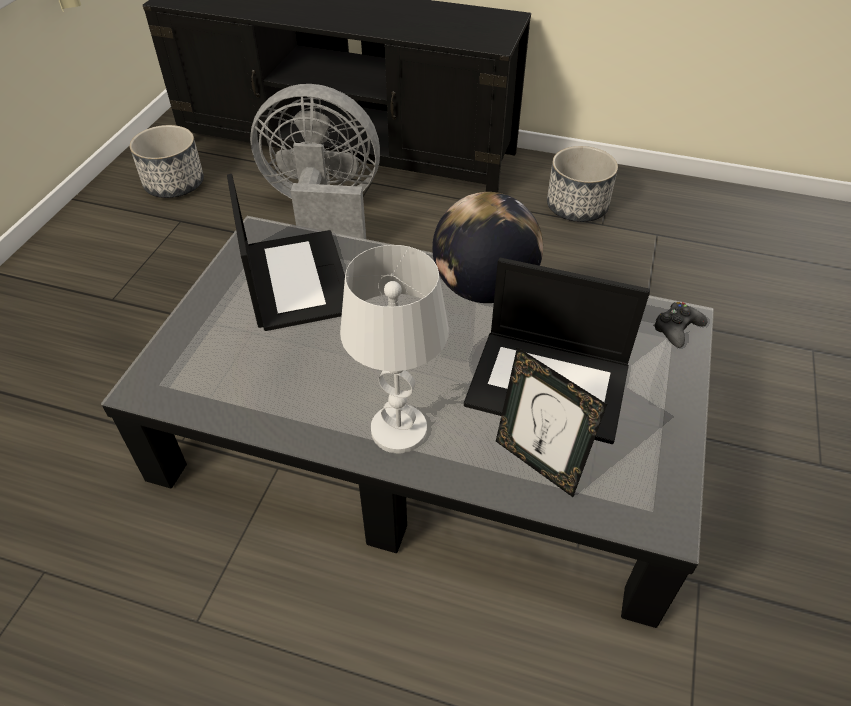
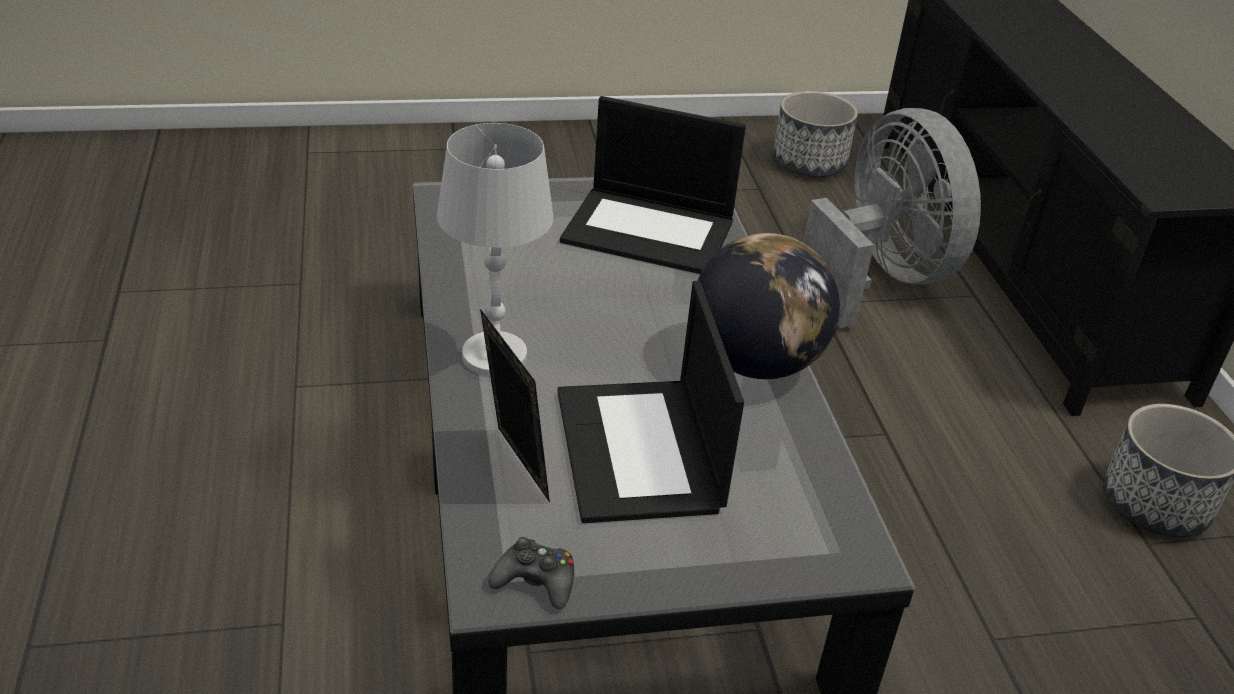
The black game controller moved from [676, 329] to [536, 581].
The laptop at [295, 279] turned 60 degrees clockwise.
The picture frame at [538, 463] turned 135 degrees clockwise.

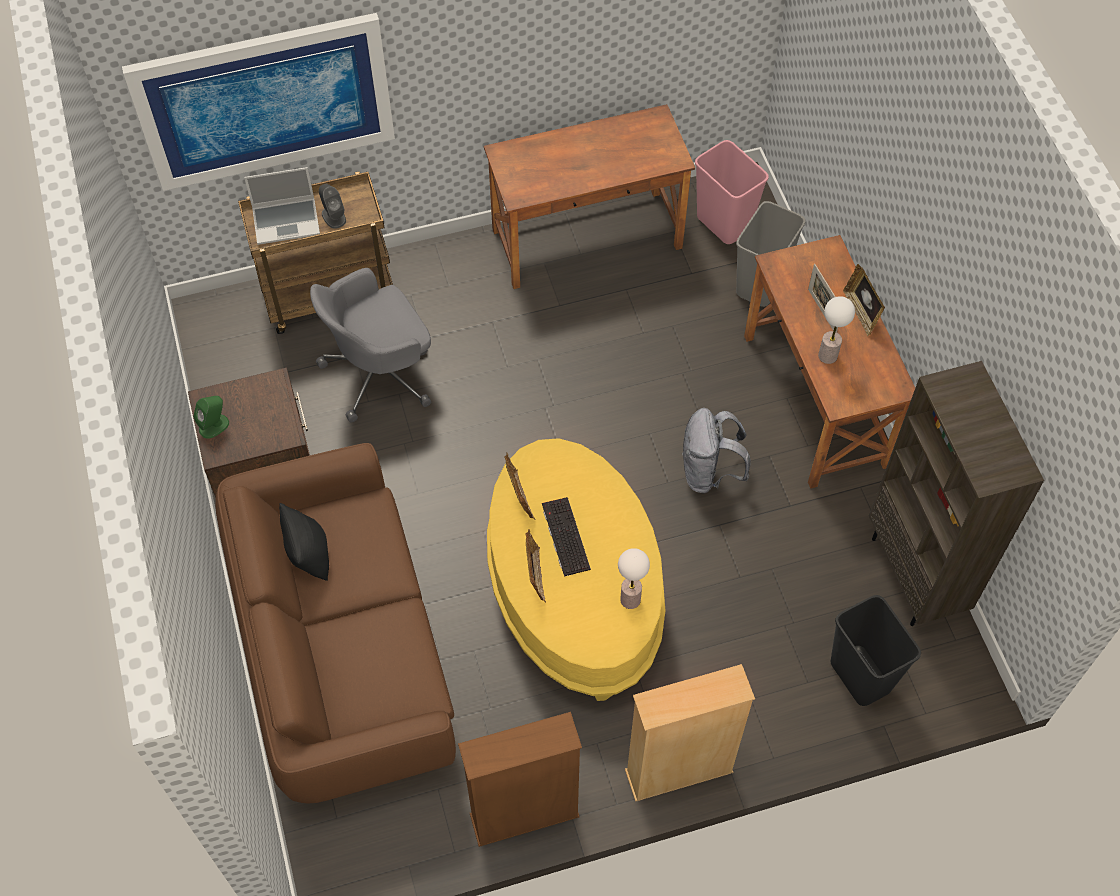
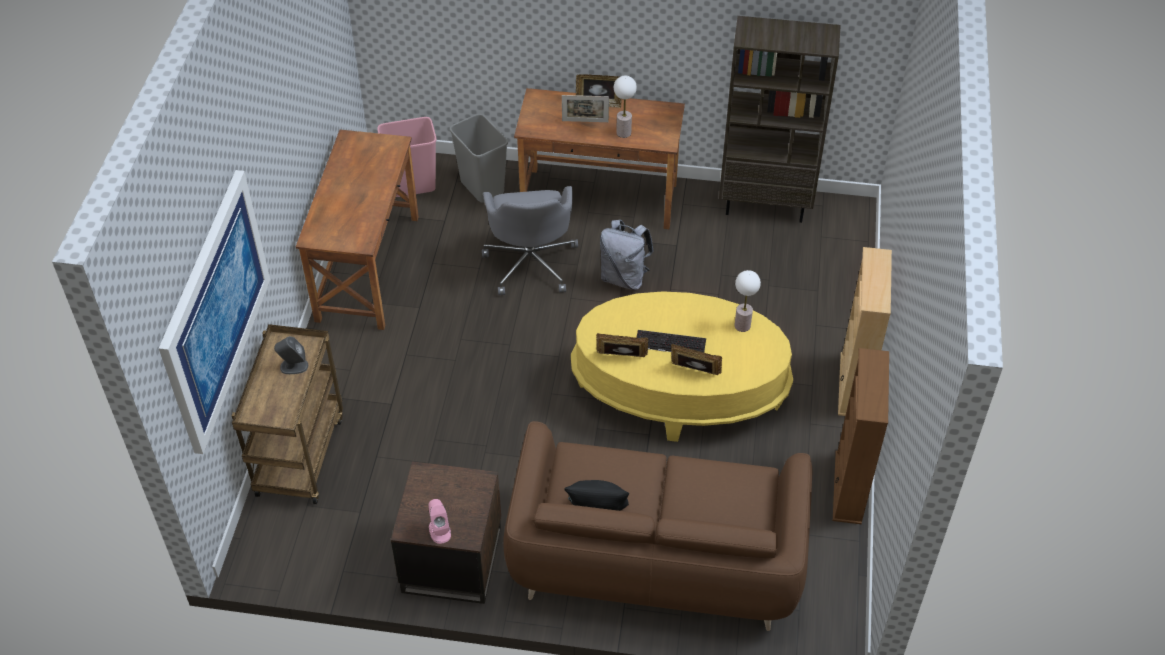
The laptop at [287, 221] disappeared.
The black trash can at [859, 675] disappeared.
The grey office chair moved from [381, 373] to [531, 262].
The green speaker at [214, 426] became the pink speaker at [439, 530].

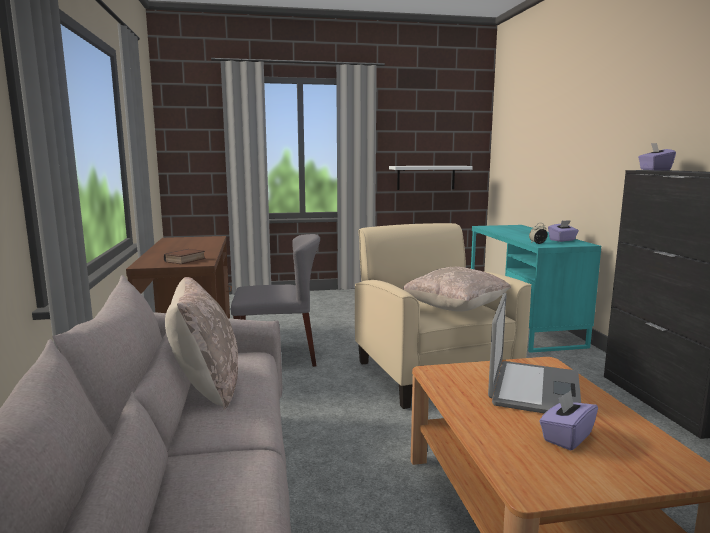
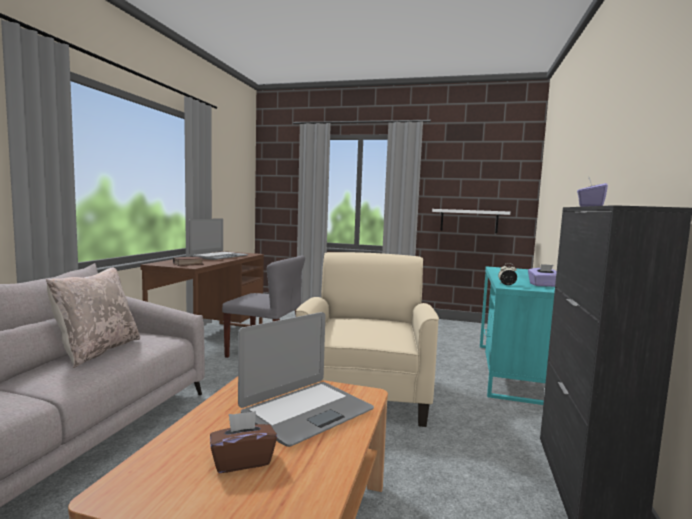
The beige pillow at [455, 309] disappeared.
The laptop at [219, 256] appeared.
The purple tissue box at [566, 437] became the brown tissue box at [242, 461].

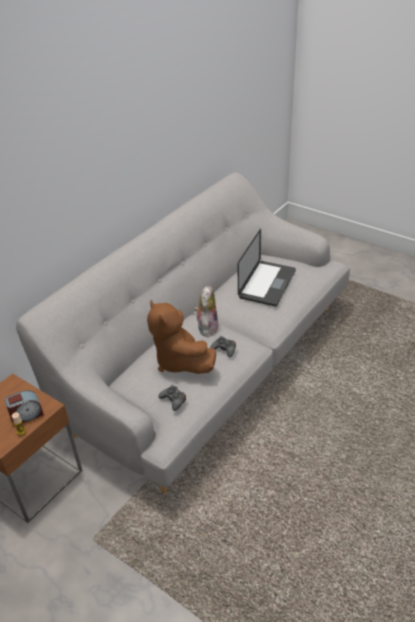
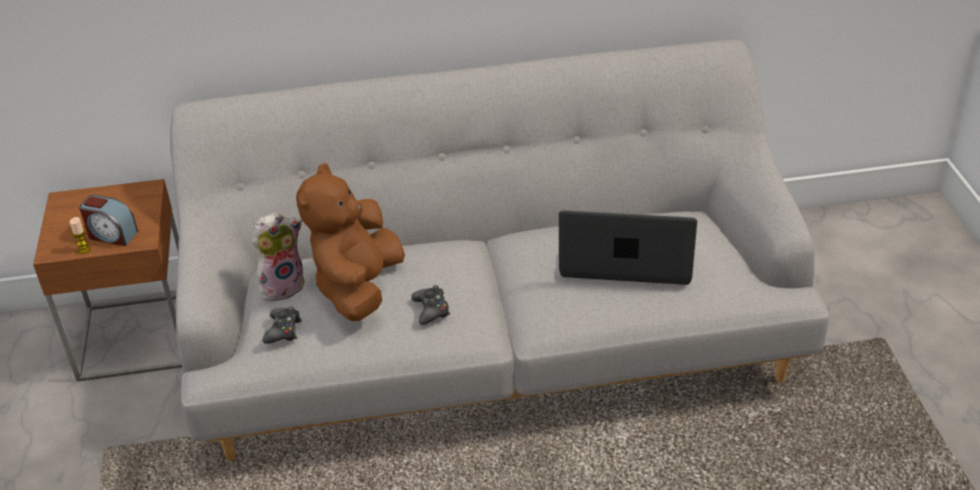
The plush toy moved from [207, 328] to [283, 286].
The laptop at [267, 284] turned 150 degrees counterclockwise.

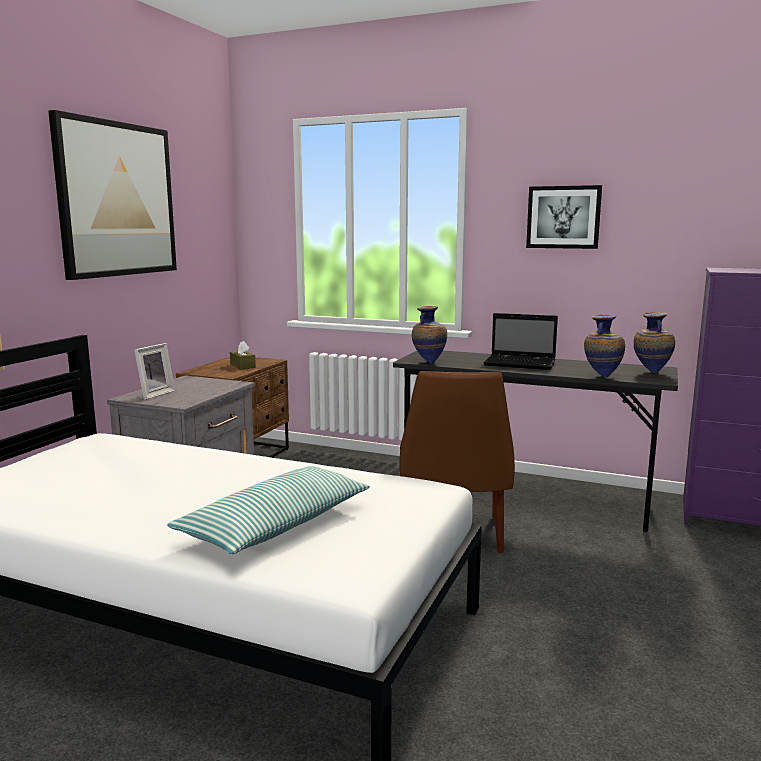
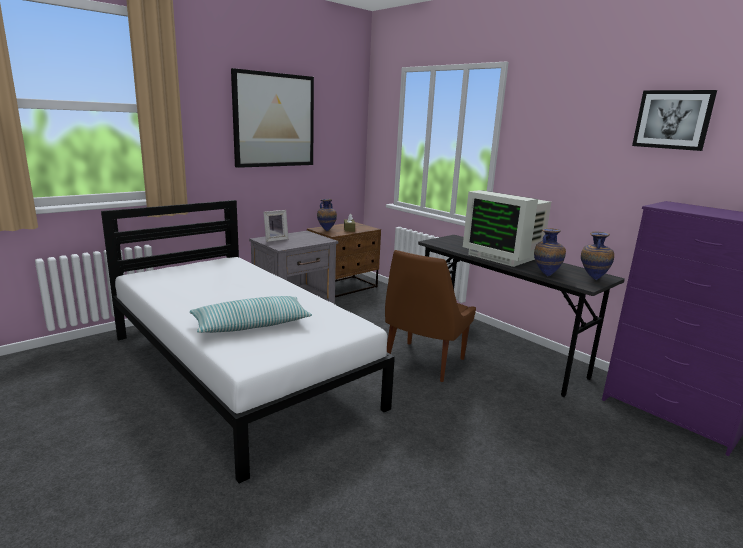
The vase moved from [428, 362] to [326, 230].
The picture moved from [563, 217] to [673, 119].
The laptop at [521, 364] was replaced by the monitor at [504, 256].

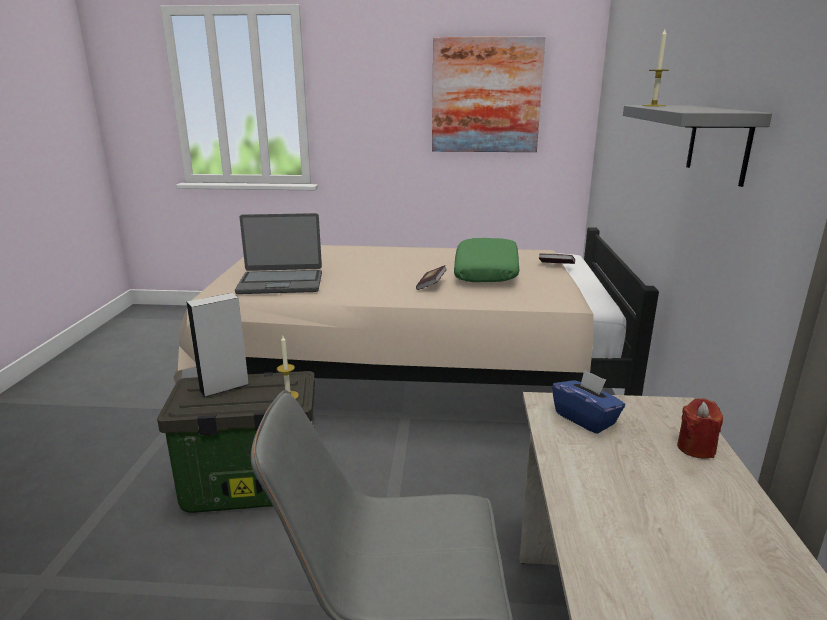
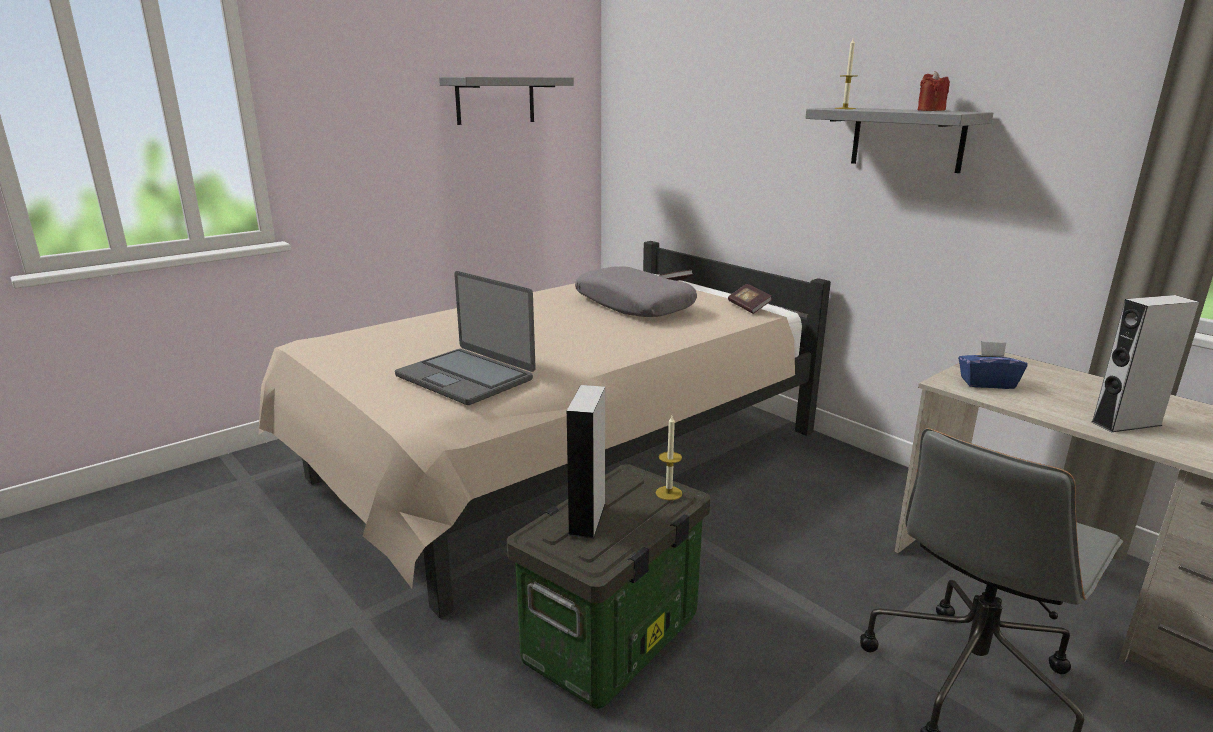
The grey speaker at [1126, 423] appeared.
The book moved from [431, 285] to [749, 307].
The red candle moved from [696, 448] to [930, 110].
The picture at [486, 96] was replaced by the grey shelf at [495, 100].
The green pillow at [487, 271] became the grey pillow at [634, 305].
The laptop at [281, 283] turned 90 degrees clockwise.

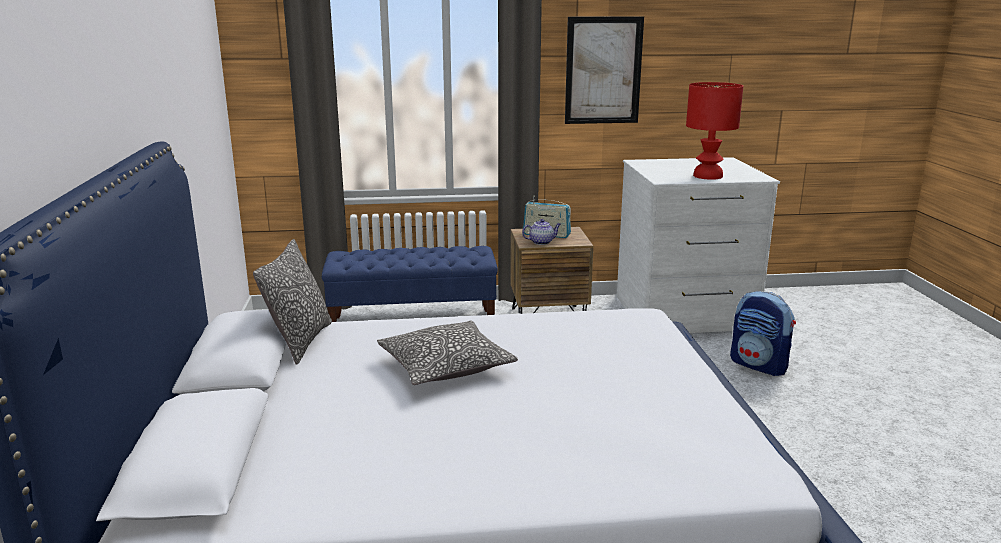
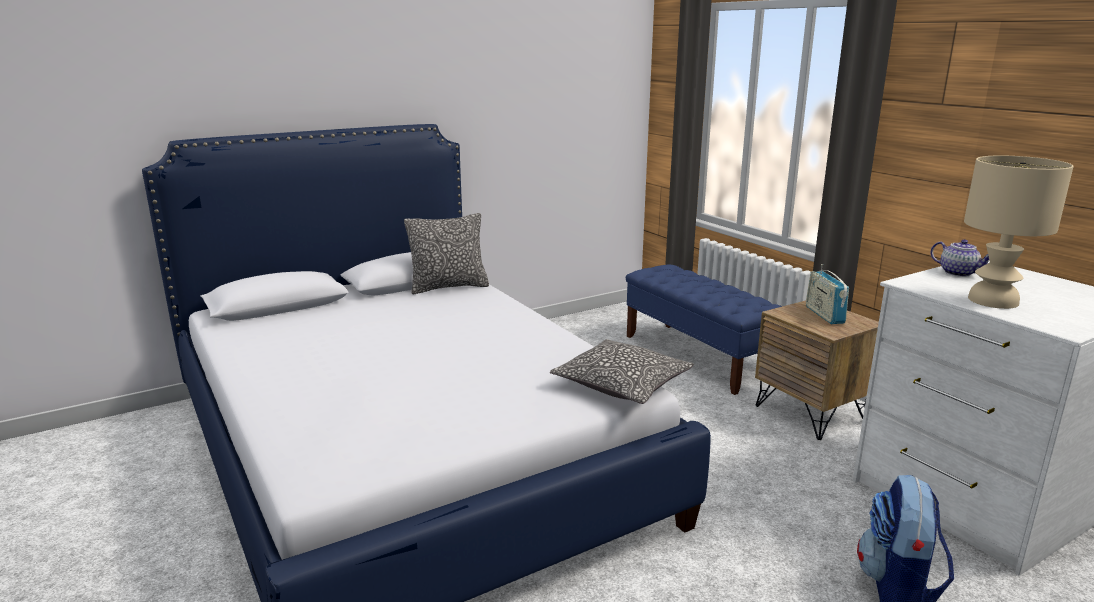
The picture at [603, 70] disappeared.
The pillow moved from [446, 366] to [622, 384].
The teapot moved from [542, 242] to [959, 273].
The red table lamp at [707, 176] became the beige table lamp at [992, 300].

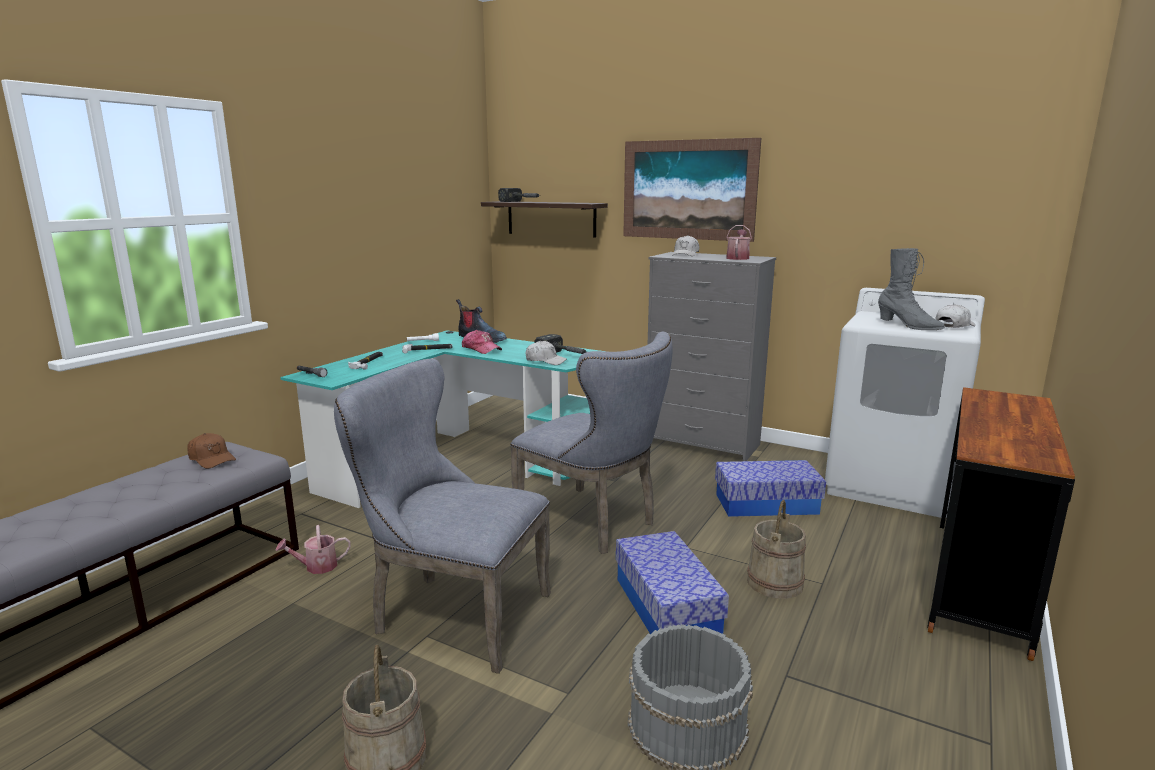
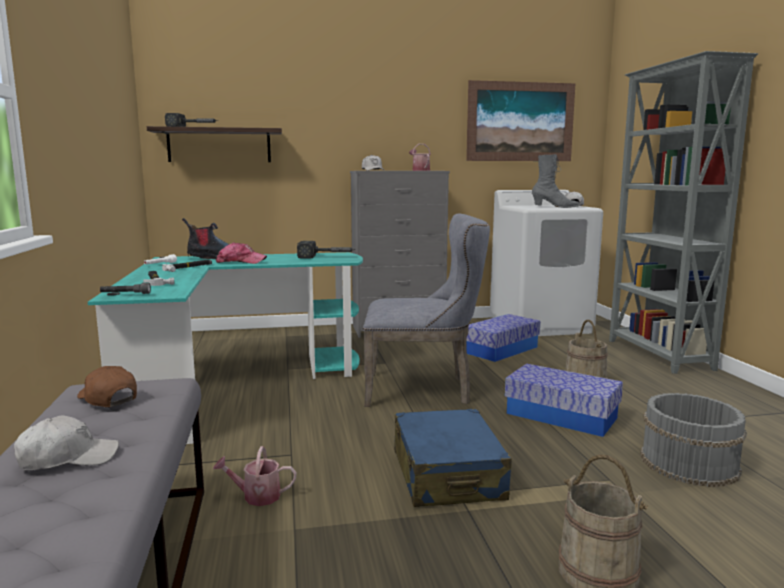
The white cap moved from [545, 361] to [68, 458].
The picture moved from [688, 190] to [520, 122].
The grey chair at [451, 614] was replaced by the blue suitcase at [447, 475].
The brown desk at [979, 583] was replaced by the grey bookcase at [658, 355].
The brown cap at [212, 459] turned 135 degrees counterclockwise.
The watering can at [316, 567] turned 60 degrees clockwise.

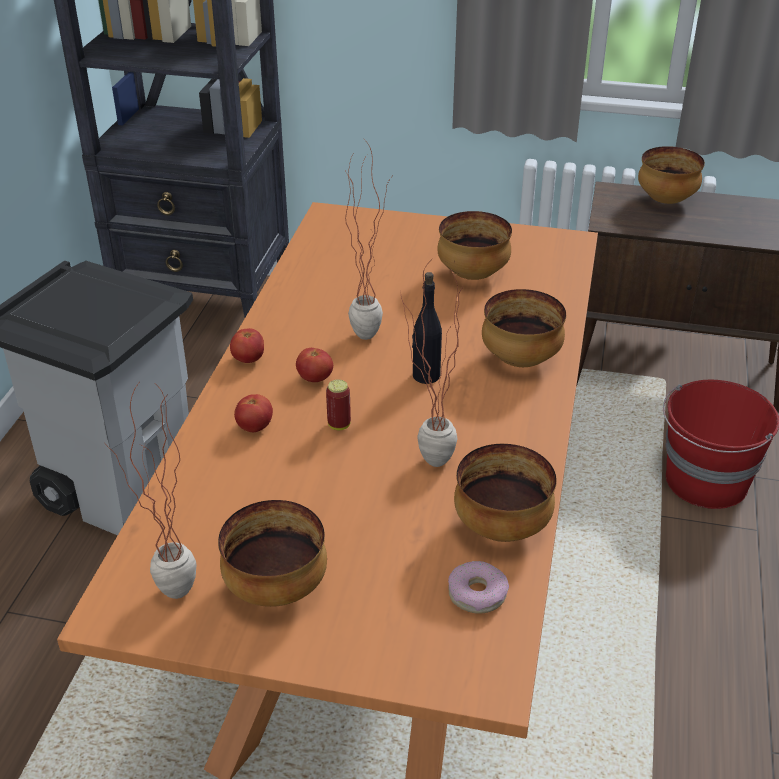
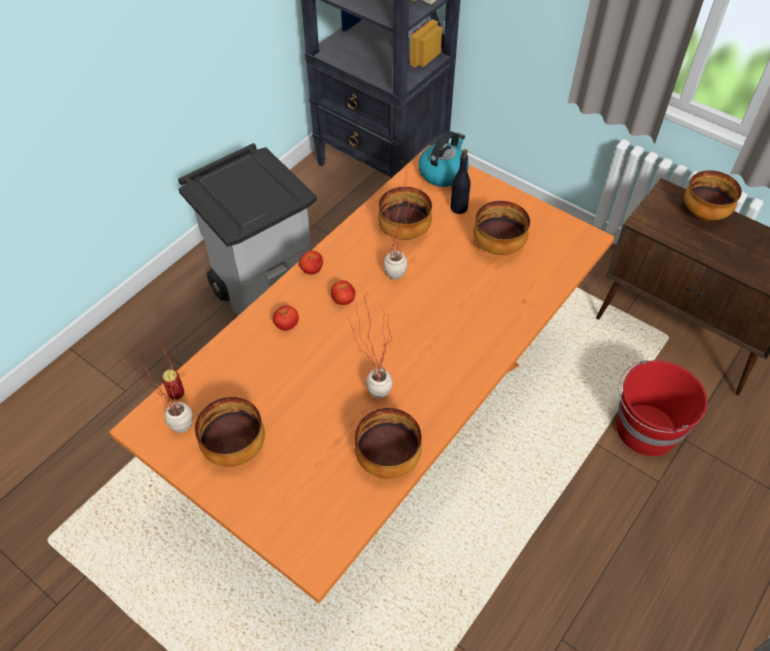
The donut at [477, 594] disappeared.
The kettle at [443, 172] appeared.
The can moved from [339, 425] to [177, 394].
The black bottle moved from [425, 376] to [458, 208].
The bowl moved from [519, 360] to [403, 232].

